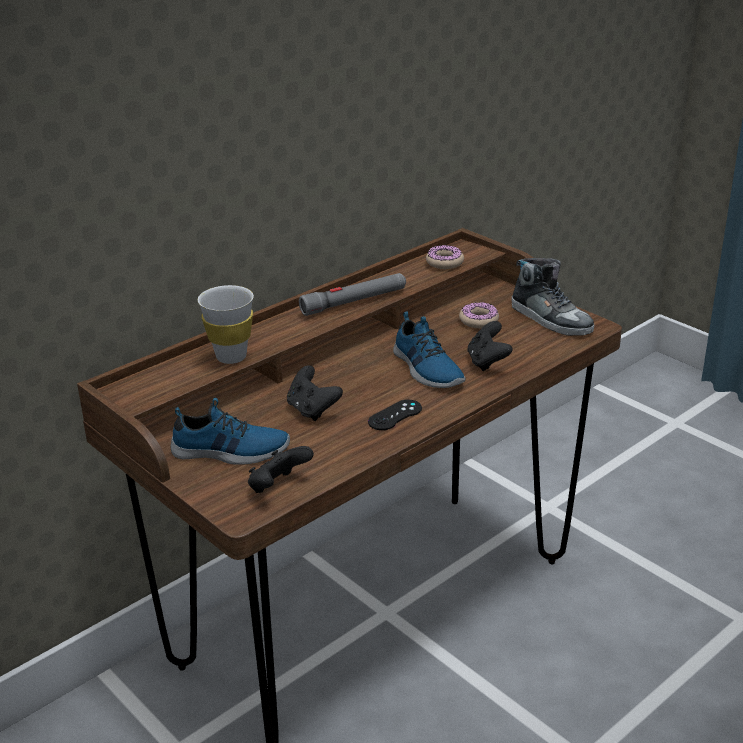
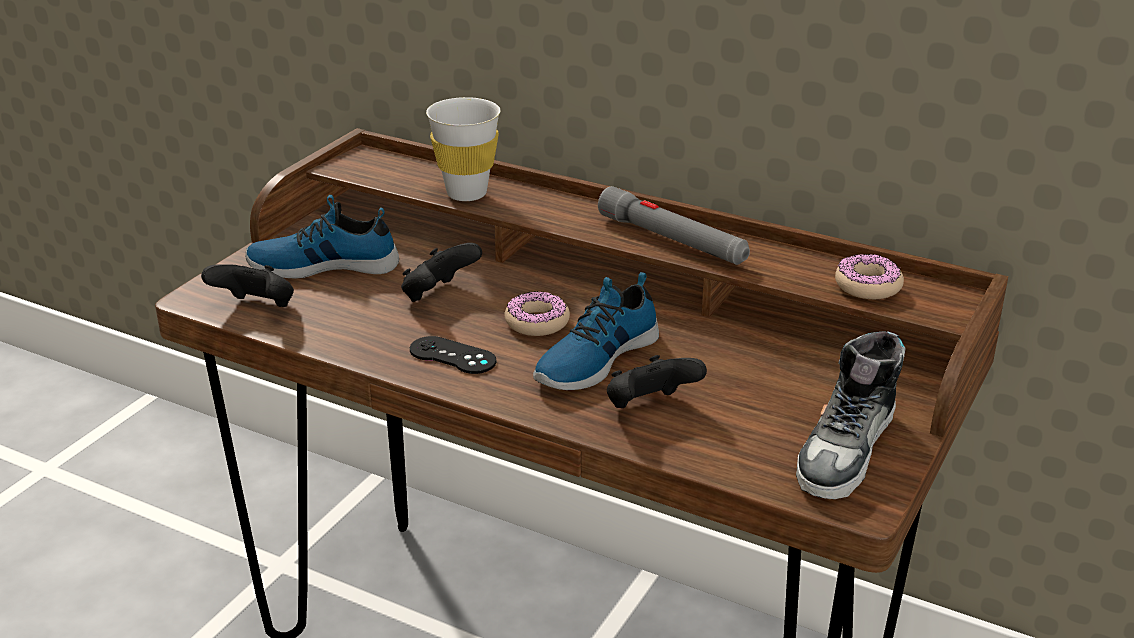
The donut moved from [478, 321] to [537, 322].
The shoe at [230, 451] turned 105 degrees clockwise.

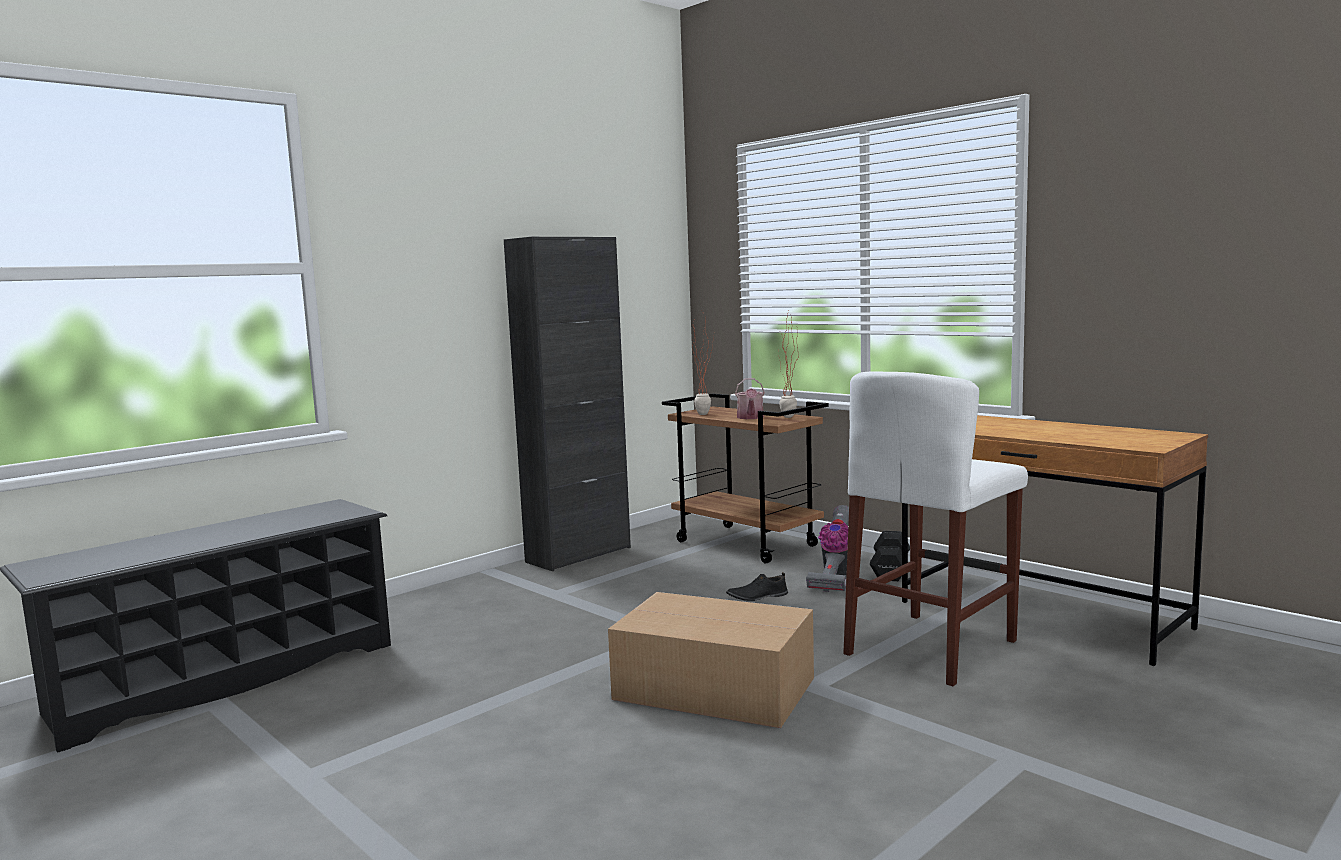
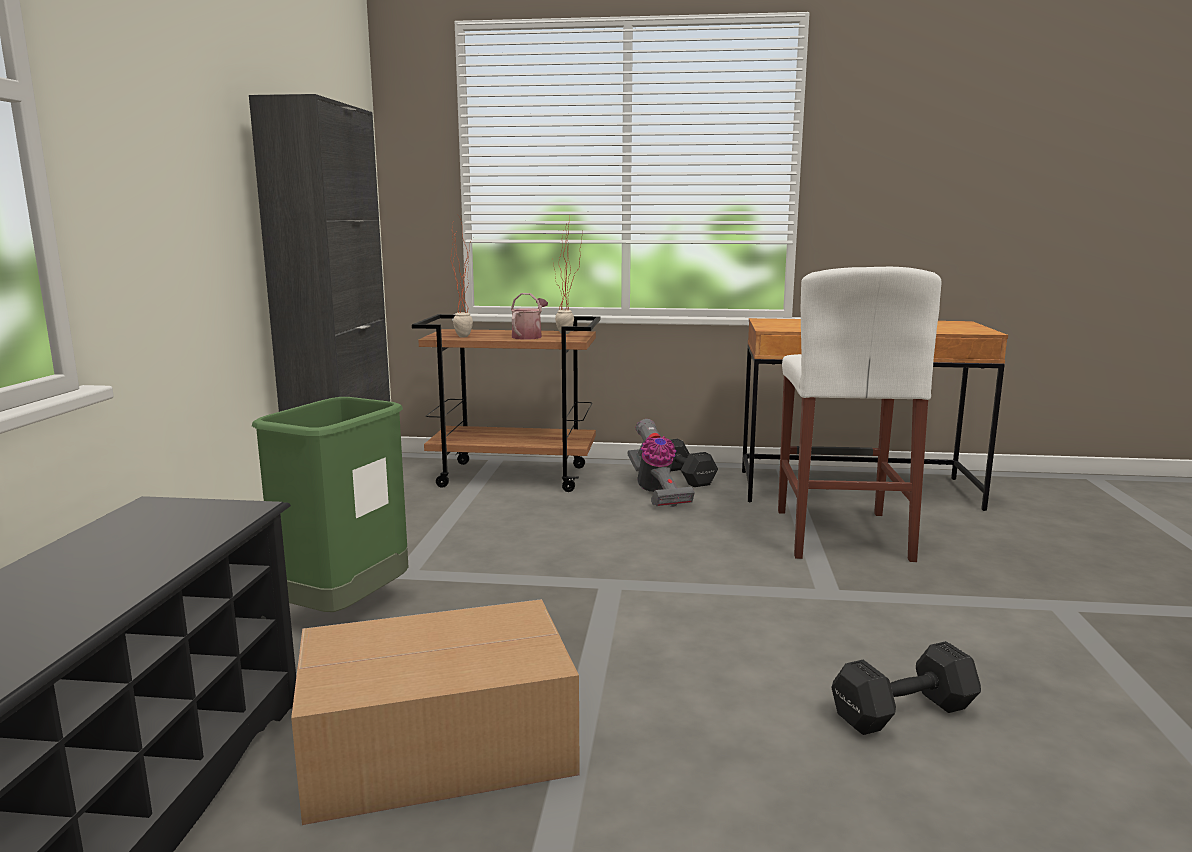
The black shoe at [757, 596] disappeared.
The green trash can at [346, 611] appeared.
The black dumbbell at [907, 712] appeared.
The cardboard box moved from [716, 689] to [442, 746].
The watering can at [750, 418] turned 120 degrees counterclockwise.

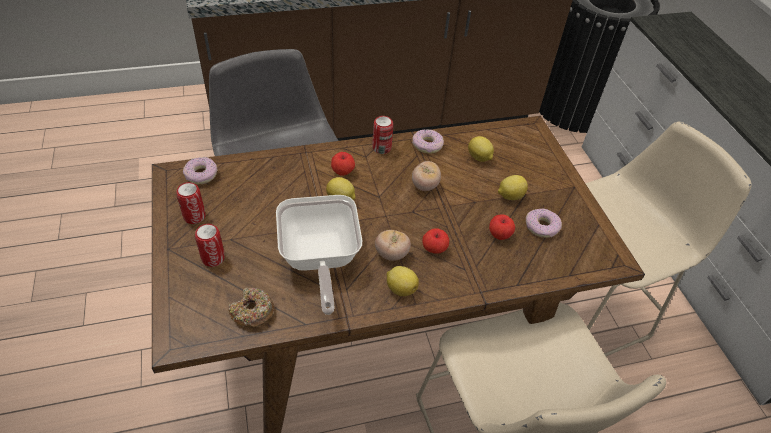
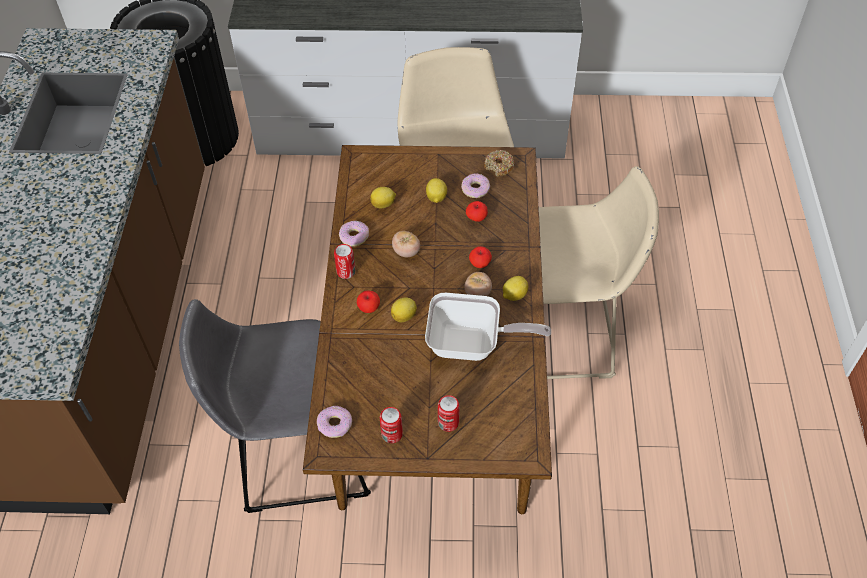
The donut moved from [252, 312] to [499, 167].

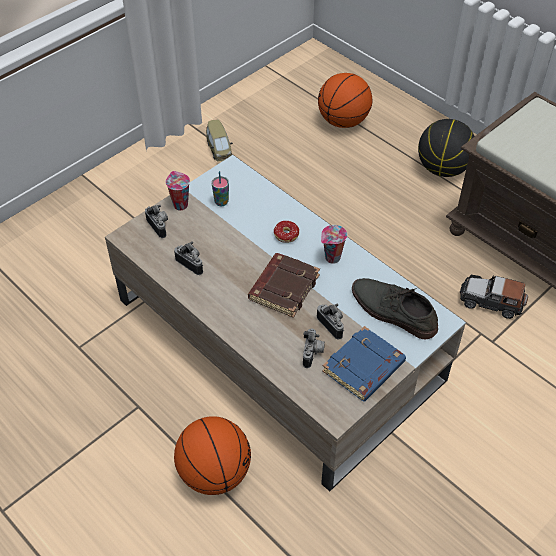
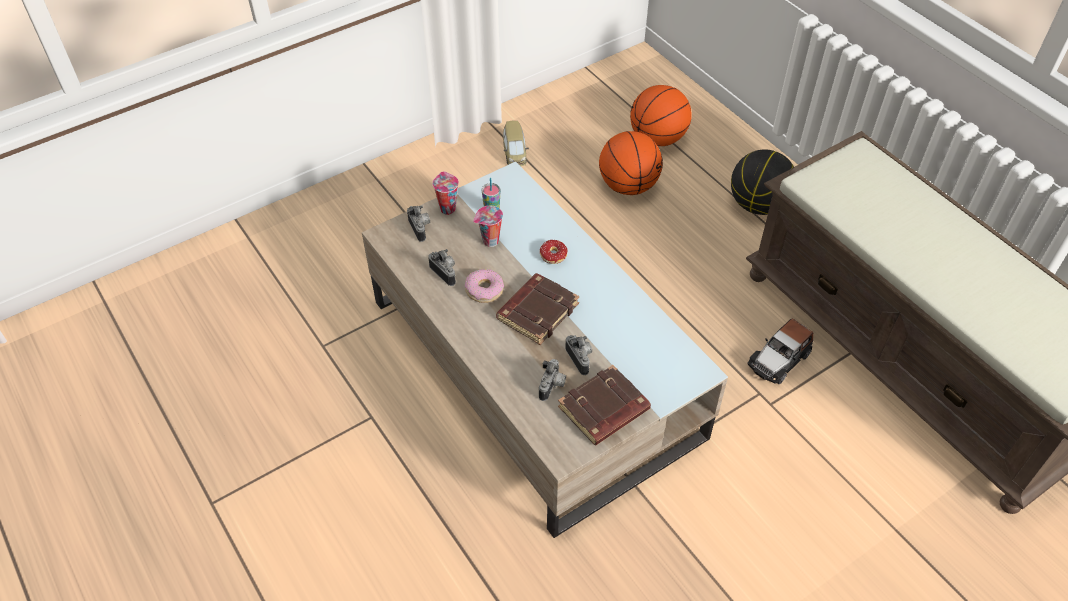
The grey shoe at [392, 311] disappeared.
The donut at [484, 290] appeared.
The basketball moved from [214, 472] to [628, 185].
The cup moved from [332, 258] to [490, 242].
The blue book at [364, 368] became the brown book at [604, 410].
The toy car at [491, 301] turned 75 degrees counterclockwise.

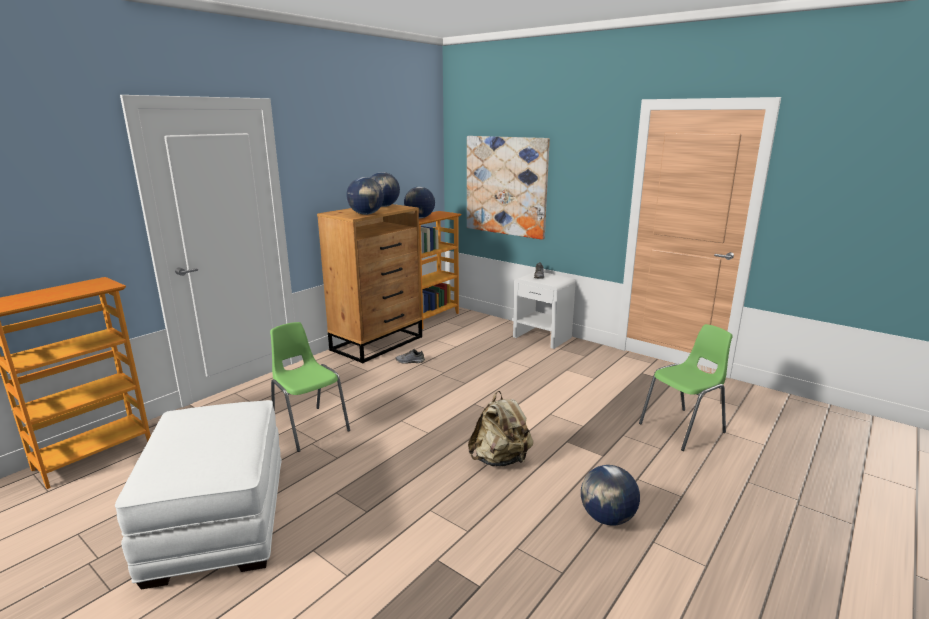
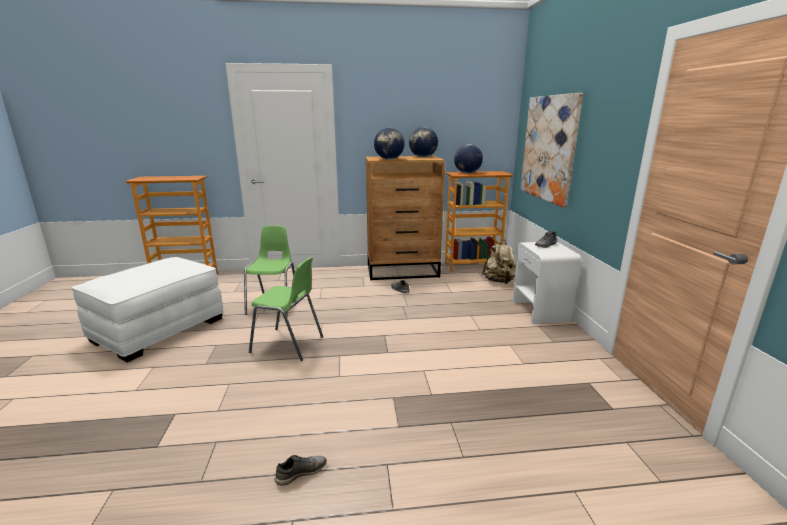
The beige backpack moved from [500, 460] to [499, 281].
The green chair moved from [683, 428] to [288, 344].
The globe at [606, 518] was replaced by the grey shoe at [301, 472].

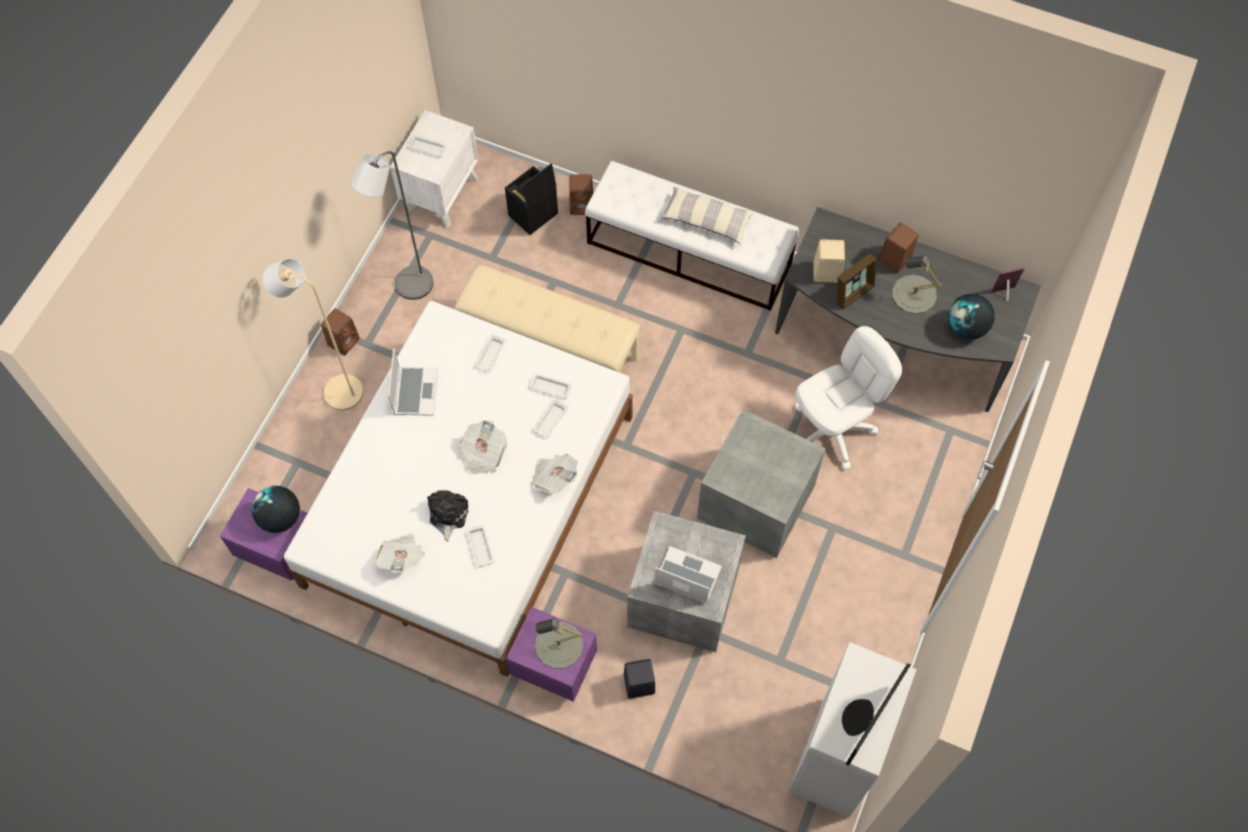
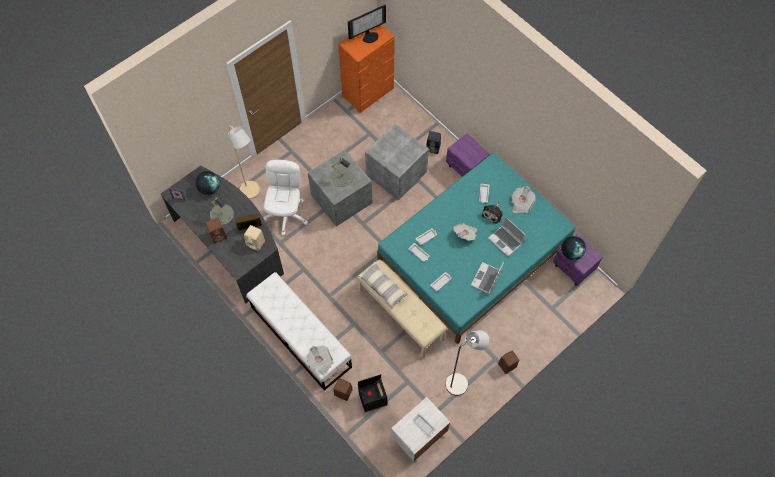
The beige floor lamp moved from [336, 390] to [252, 193].
The newspaper moved from [554, 477] to [320, 362].
The grey table lamp moved from [559, 645] to [342, 176].
The laptop moved from [686, 576] to [505, 241].
The pillow moved from [706, 220] to [383, 287].
The white bed at [469, 499] became the turquoise bed at [473, 254].
The white dresser at [835, 758] became the orange dresser at [368, 92].
The white office chair at [832, 430] turned 105 degrees clockwise.

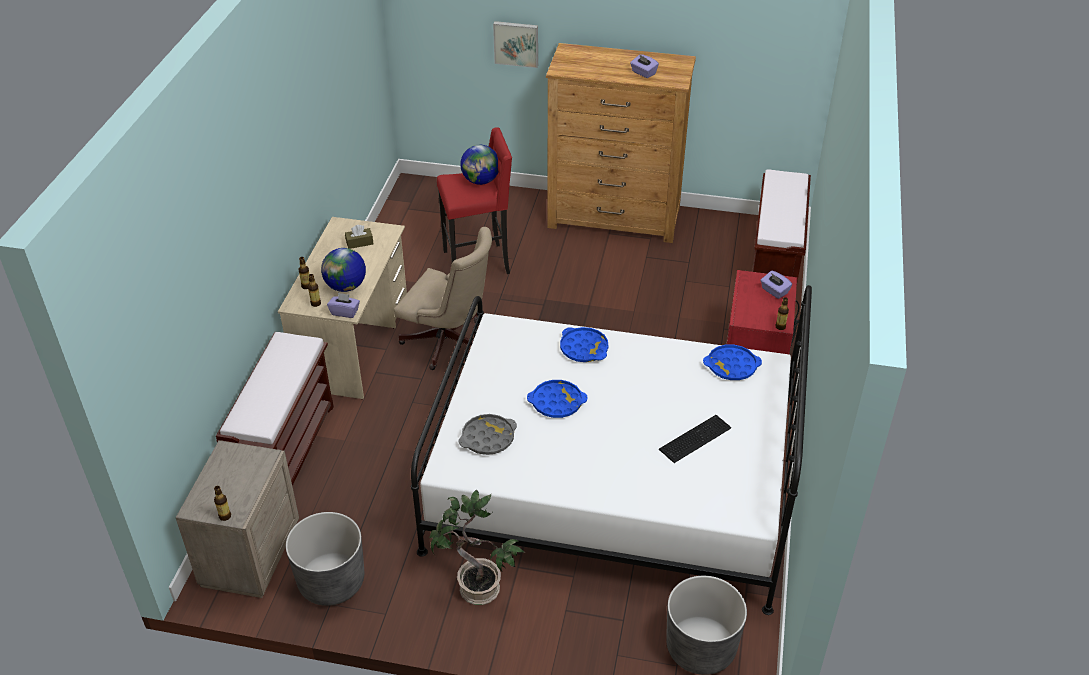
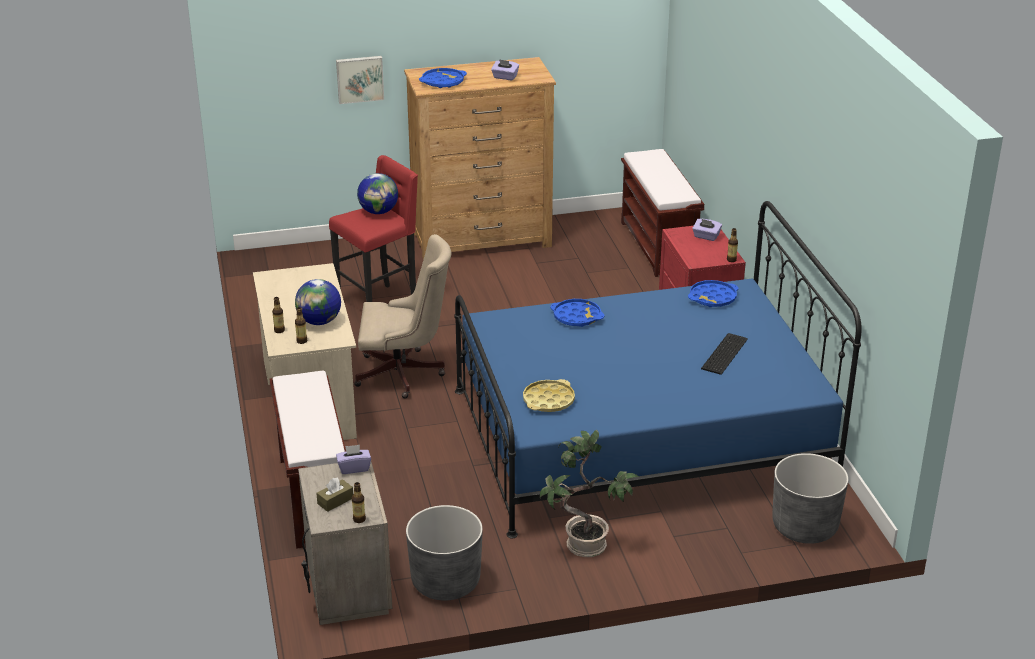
The purple tissue box moved from [345, 312] to [354, 468].
The brown tissue box moved from [359, 242] to [335, 501].
The blue tray moved from [557, 402] to [443, 82].
The white bed at [611, 482] became the blue bed at [640, 436].
The grey tray at [488, 438] became the yellow tray at [548, 400].

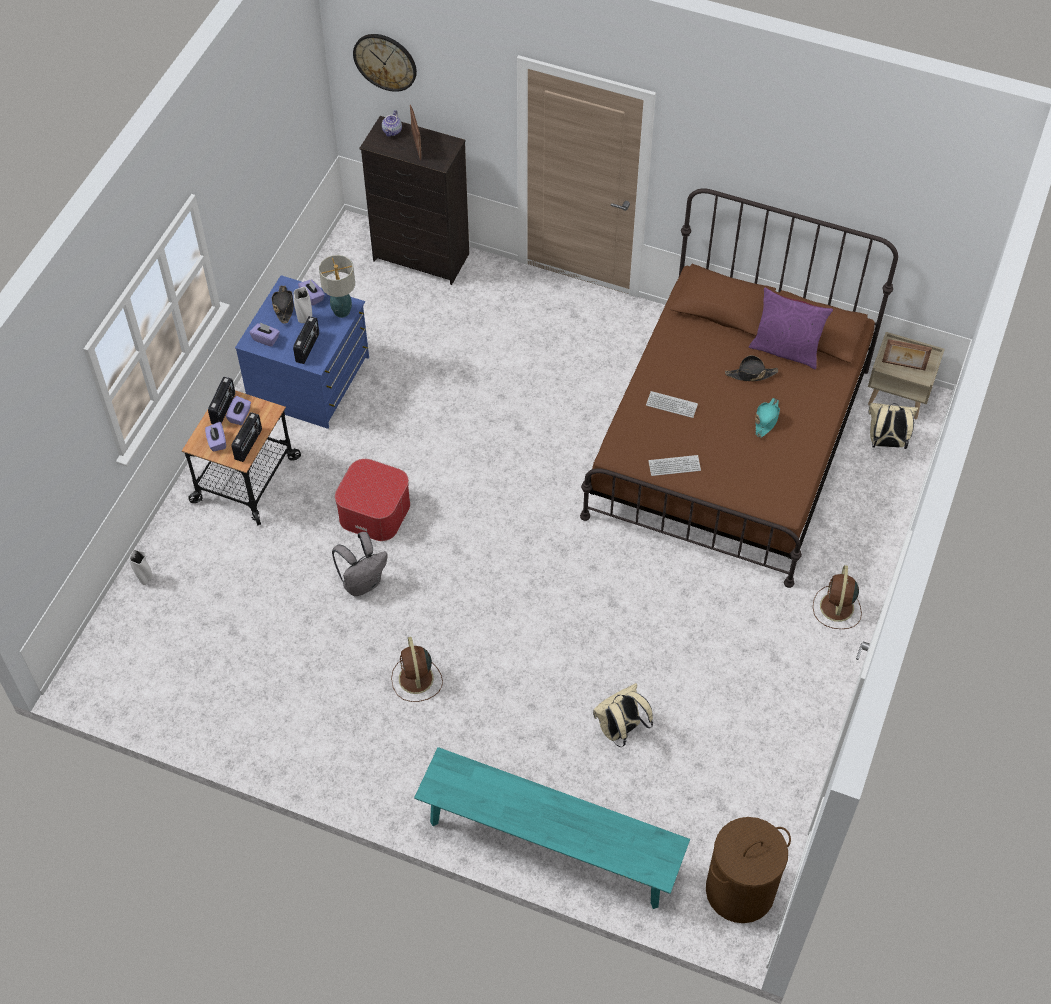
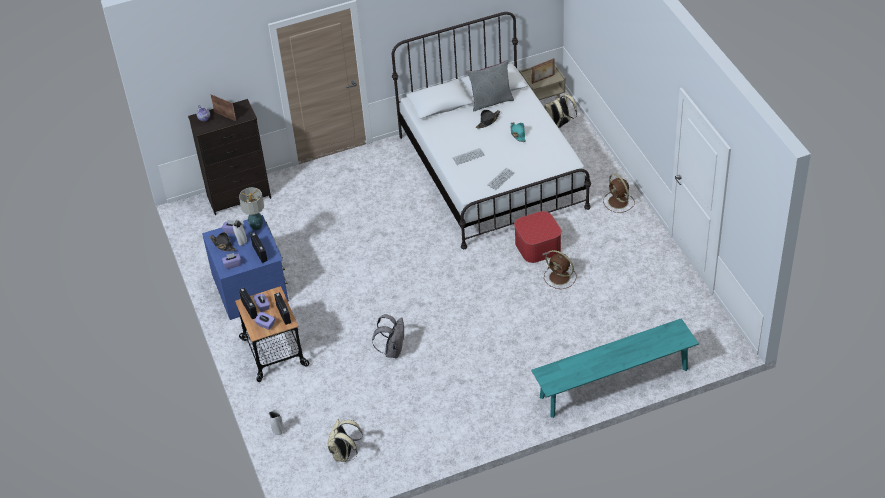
The wall clock at [385, 61] disappeared.
The brown laundry basket at [740, 891] disappeared.
The ottoman moved from [375, 511] to [538, 246].
The brown fan moved from [416, 680] to [560, 277].
The beige backpack moved from [620, 730] to [344, 454].
The brown bed at [730, 442] became the white bed at [491, 171].
The purple pillow at [785, 350] became the grey pillow at [491, 101].

